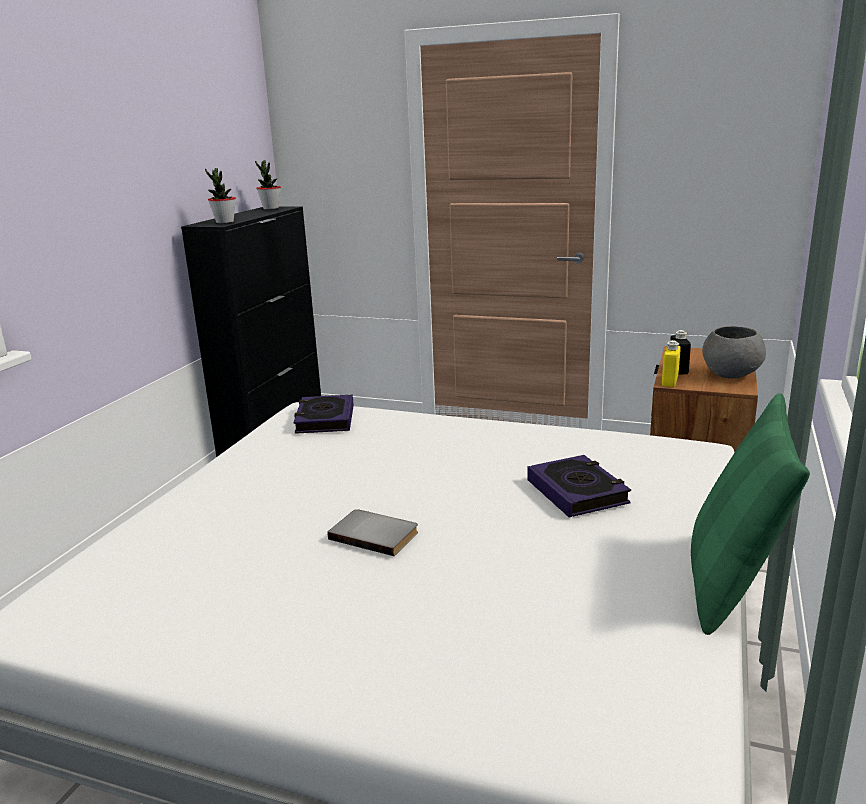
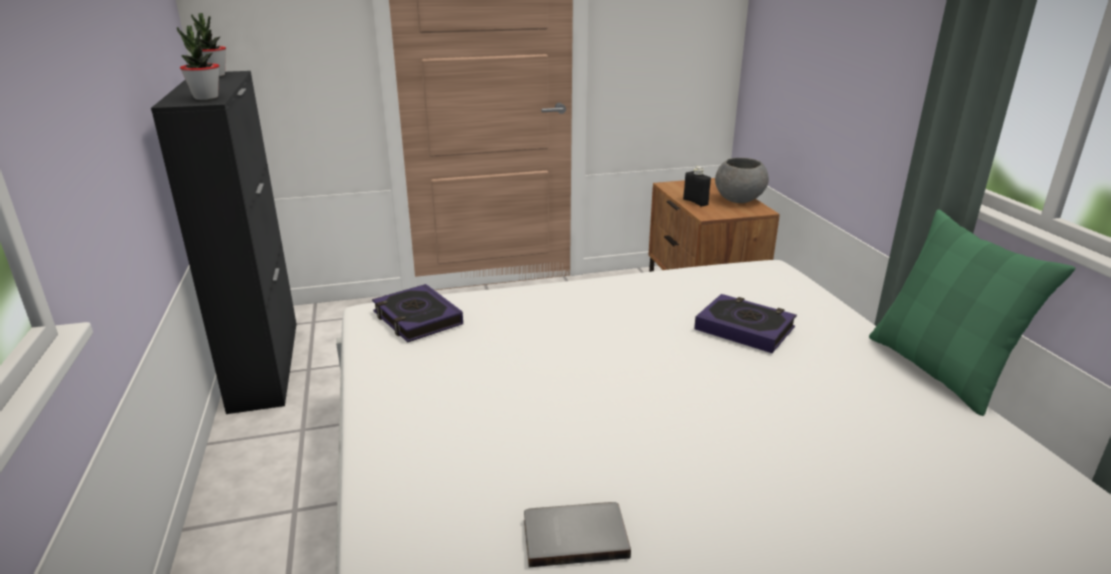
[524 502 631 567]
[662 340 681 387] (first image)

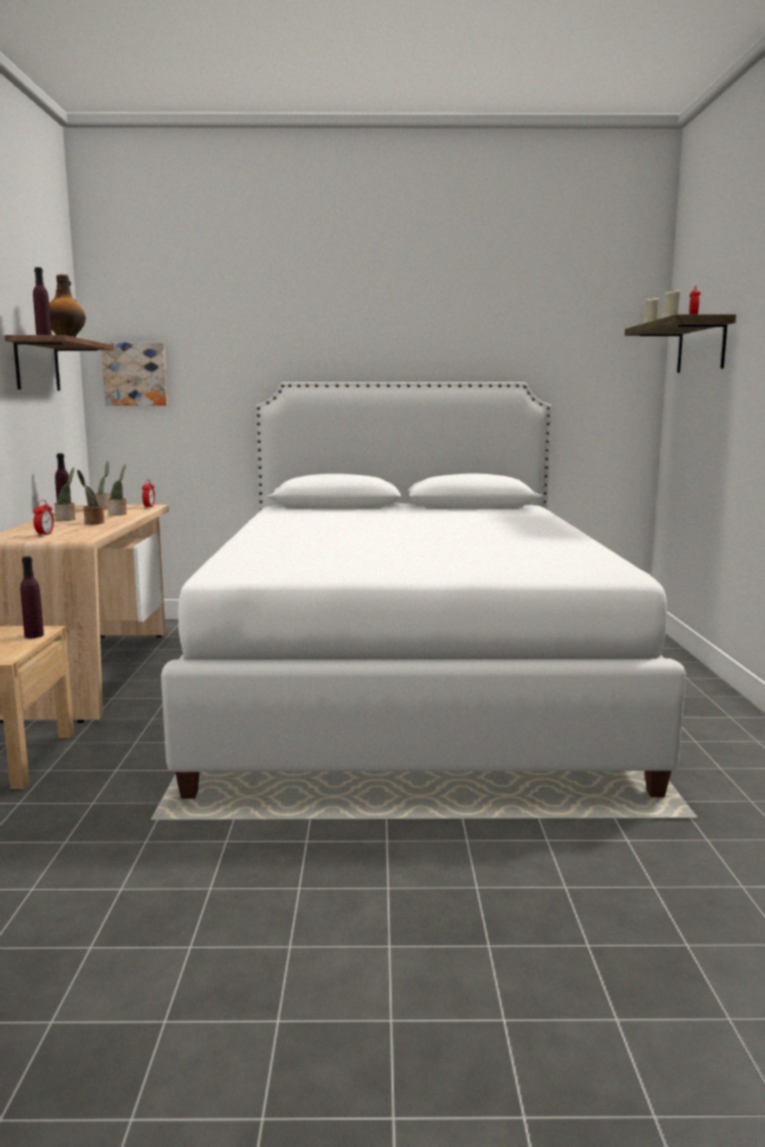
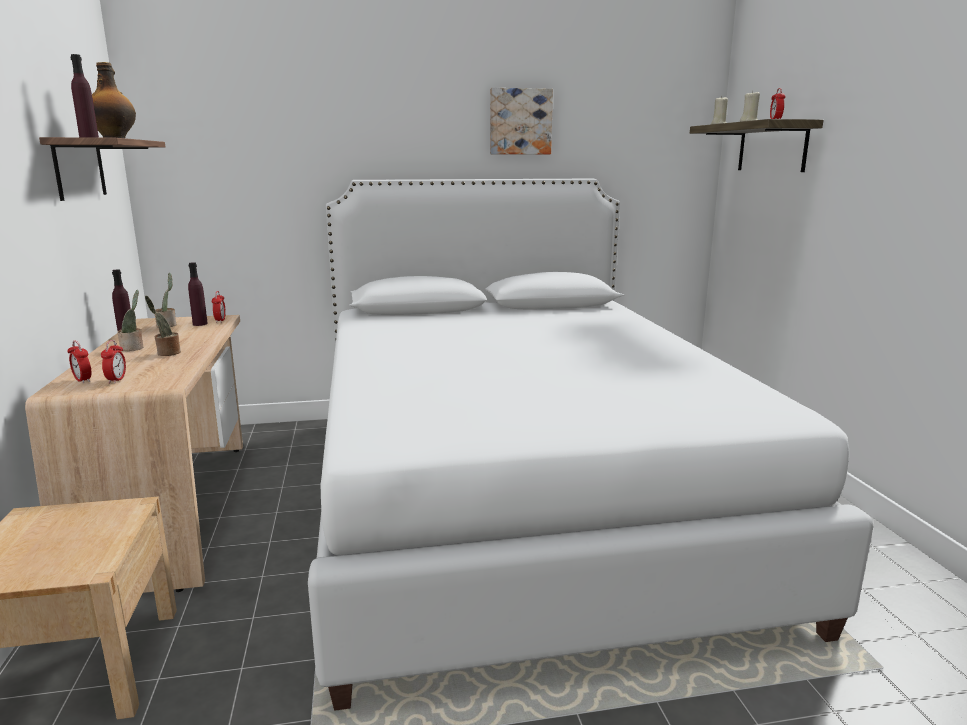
[67 341 92 384]
[188 262 208 326]
[490 88 553 154]
[107 465 127 516] (first image)

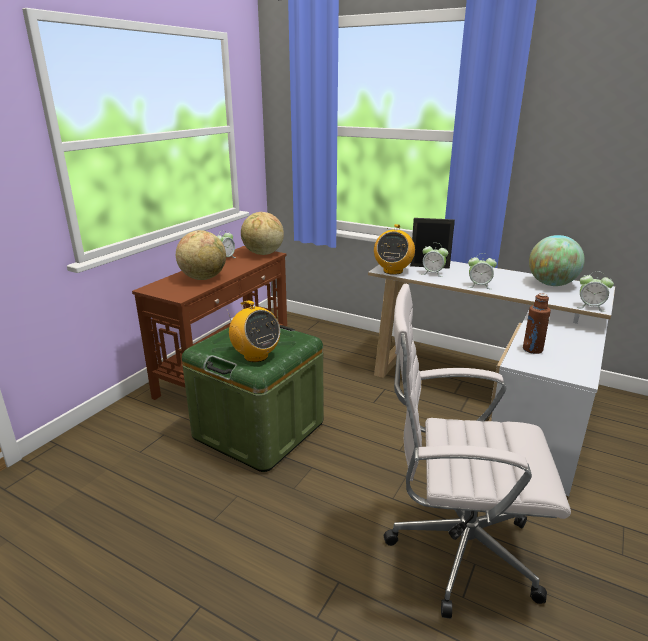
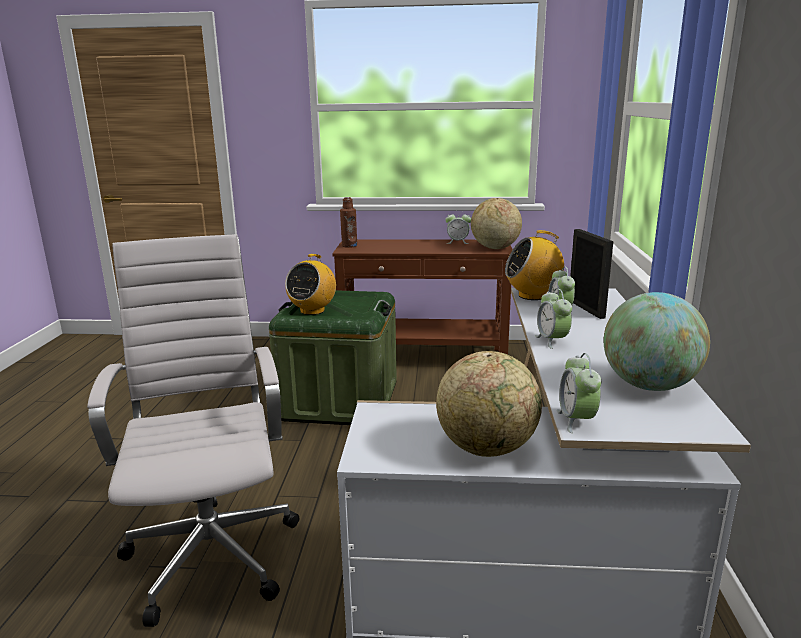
[340 197 357 248]
[436 351 542 457]

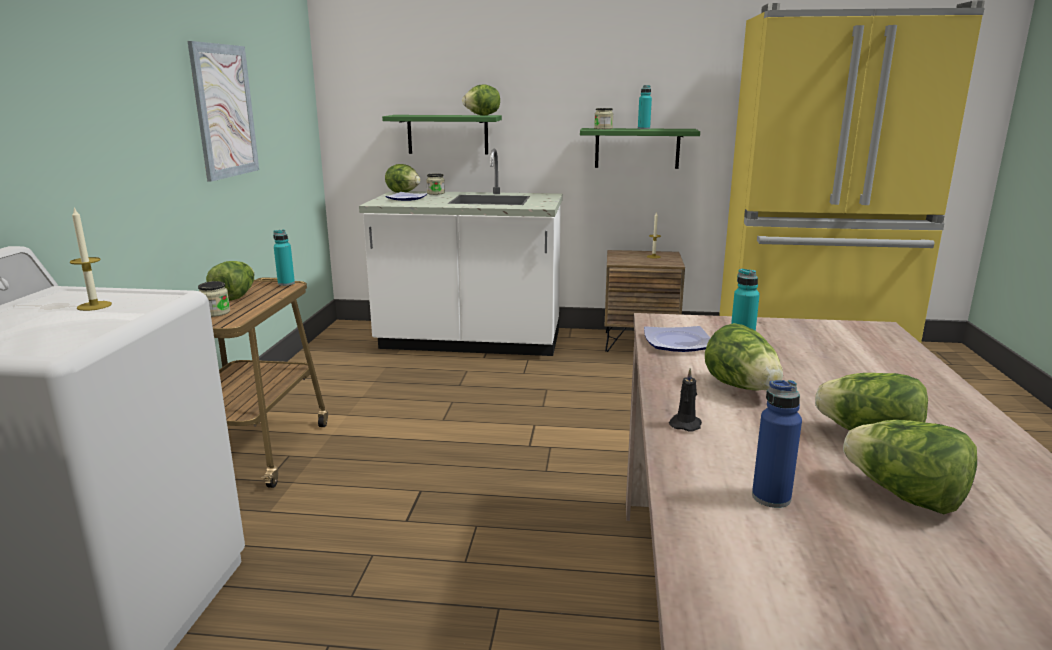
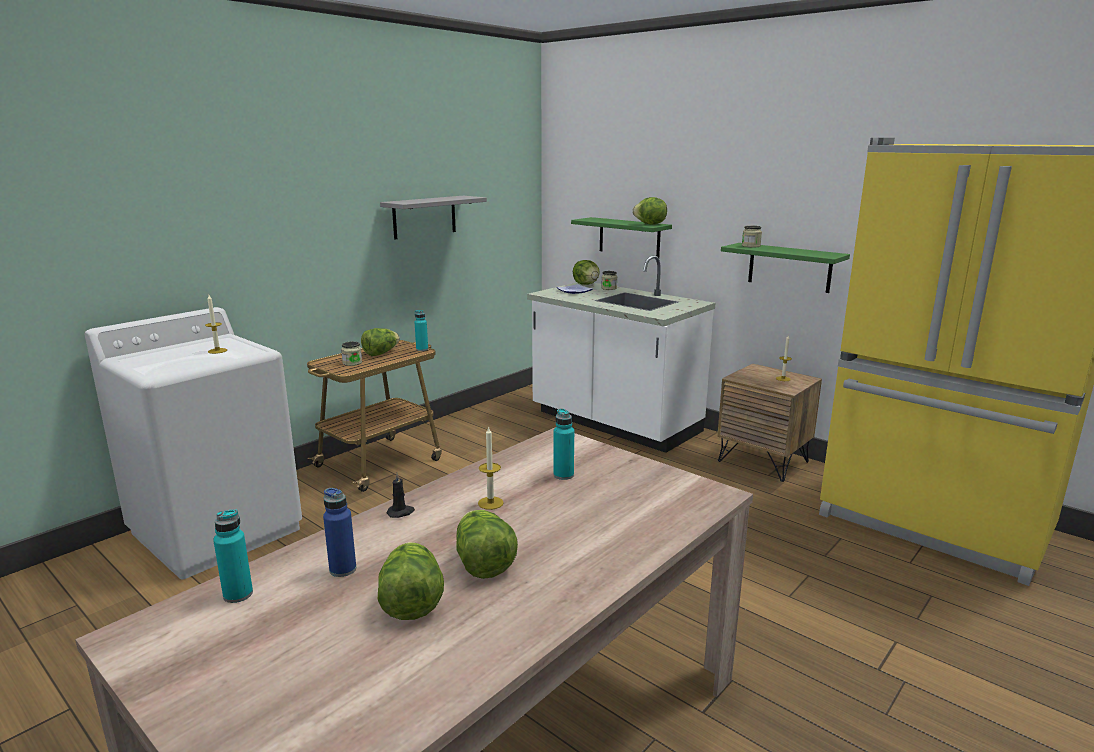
[213 509 253 603]
[380 196 487 240]
[478 426 504 510]
[644 326 710 352] (first image)

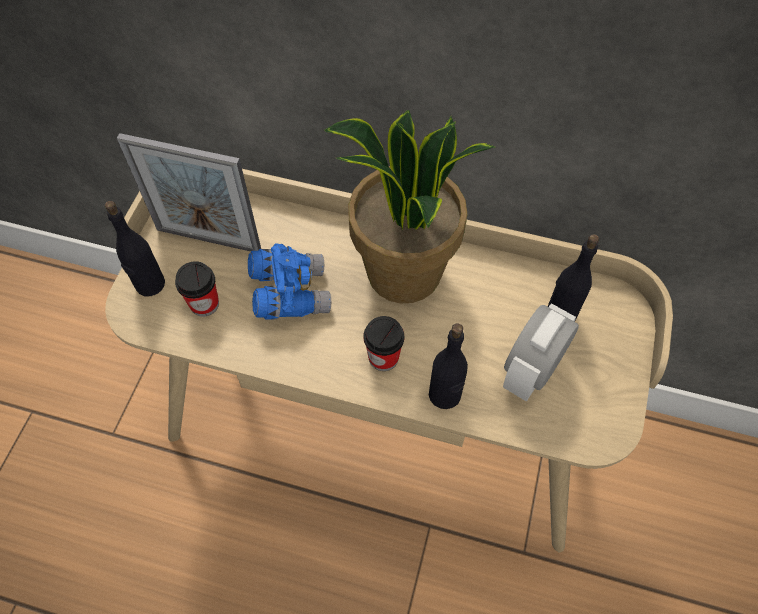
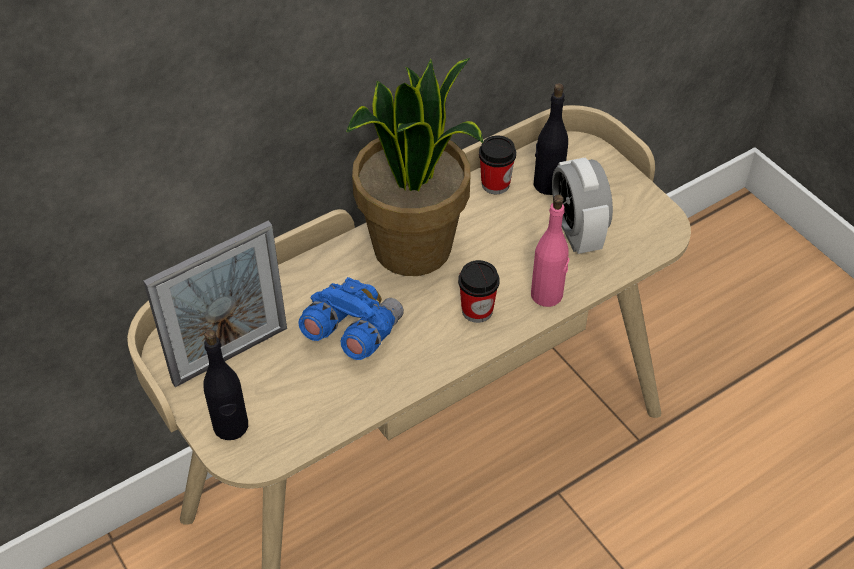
[479 135 516 194]
[531 195 569 307]

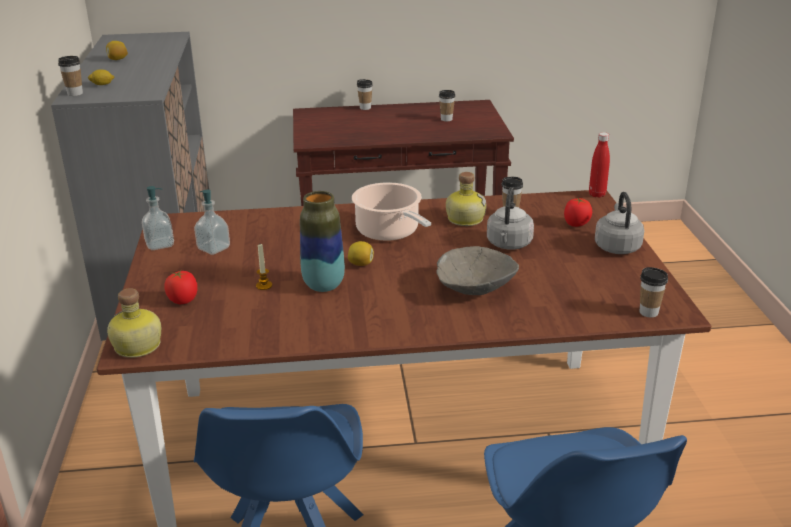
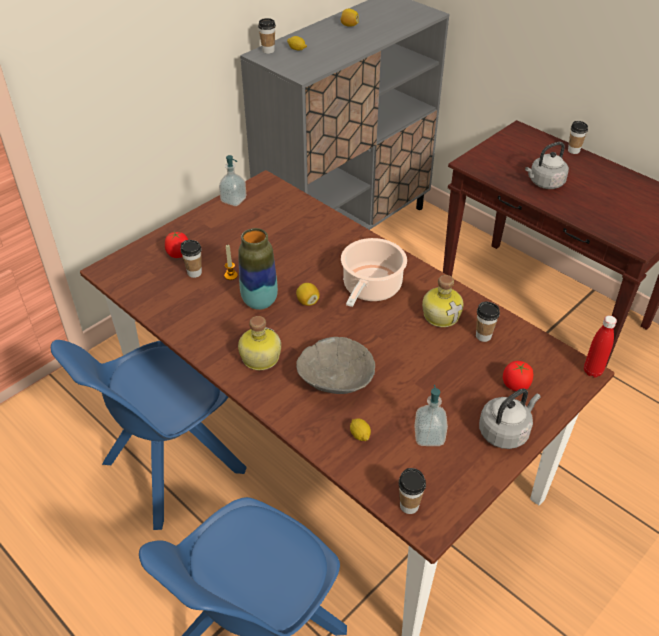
[180 240 202 278]
[238 316 281 370]
[350 418 371 441]
[414 385 448 446]
[525 142 569 189]

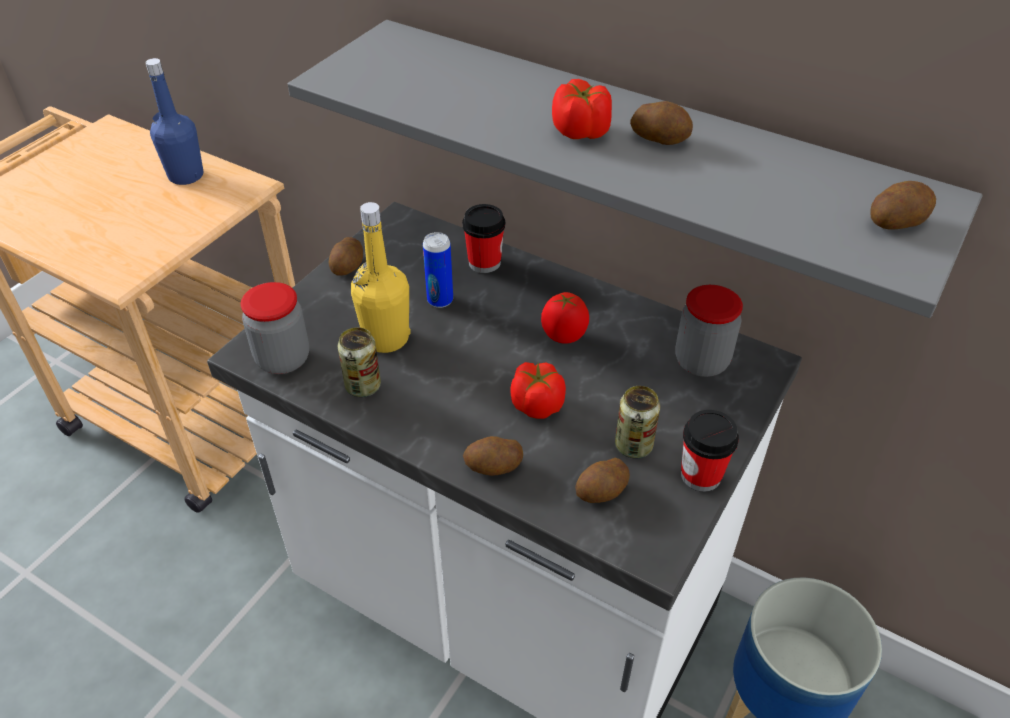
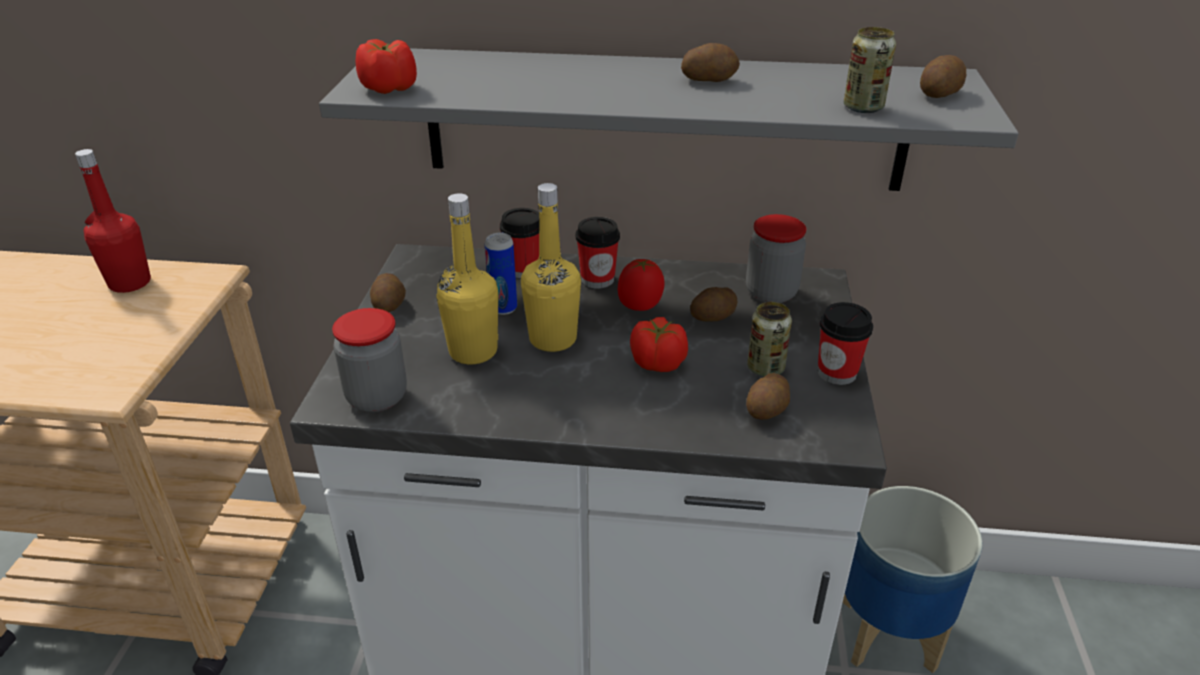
[75 149 151 293]
[355 39 417 94]
[521 183 581 352]
[576 217 620 289]
[690 287 738 321]
[844 27 896 113]

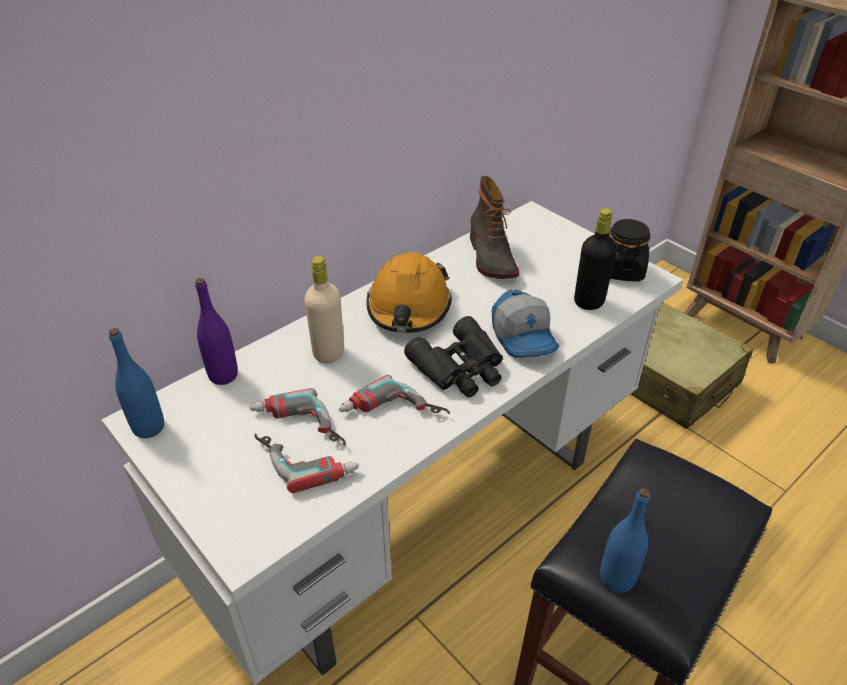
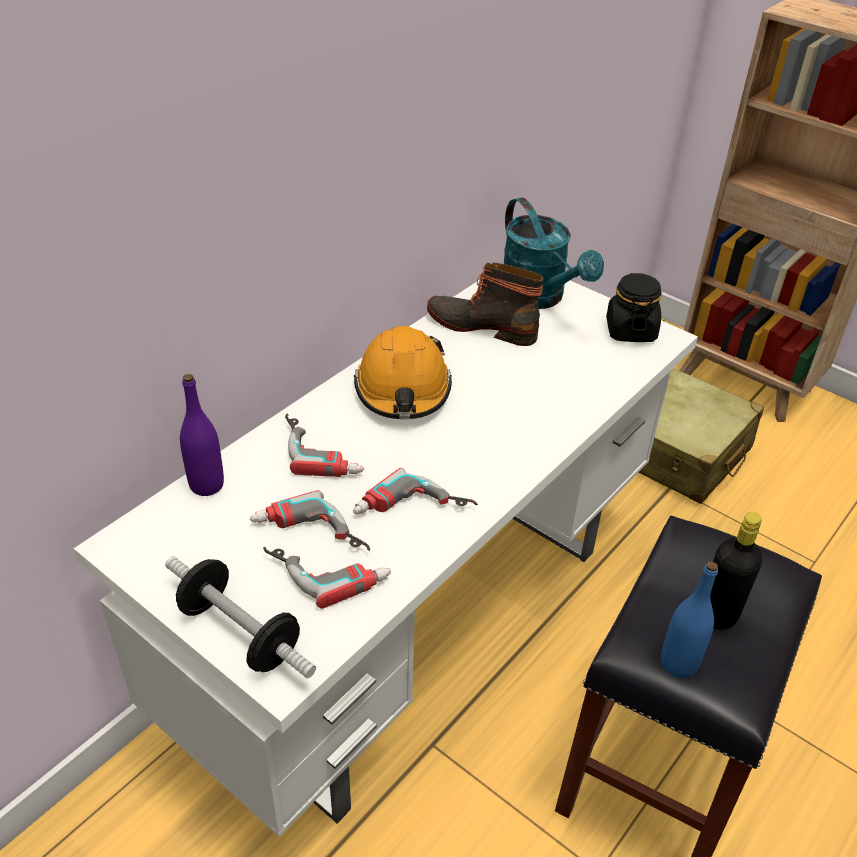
[165 556 316 678]
[285 413 364 477]
[427 263 544 346]
[504 197 604 309]
[710 512 762 630]
[109 328 164 438] (first image)
[404 316 503 397] (first image)
[492 289 559 358] (first image)

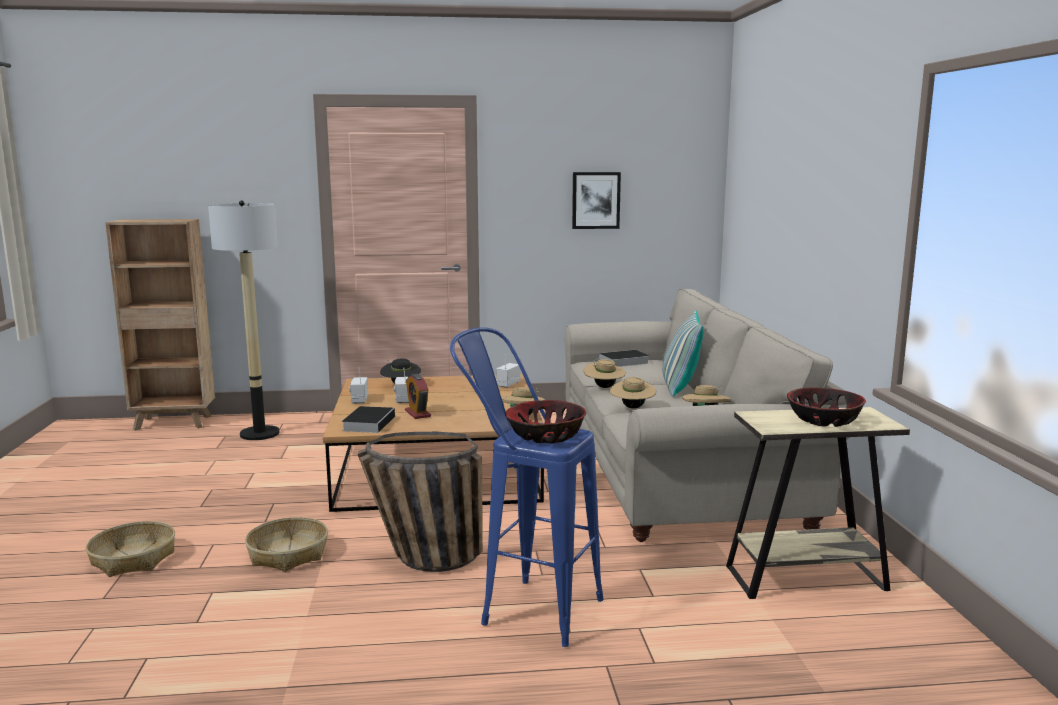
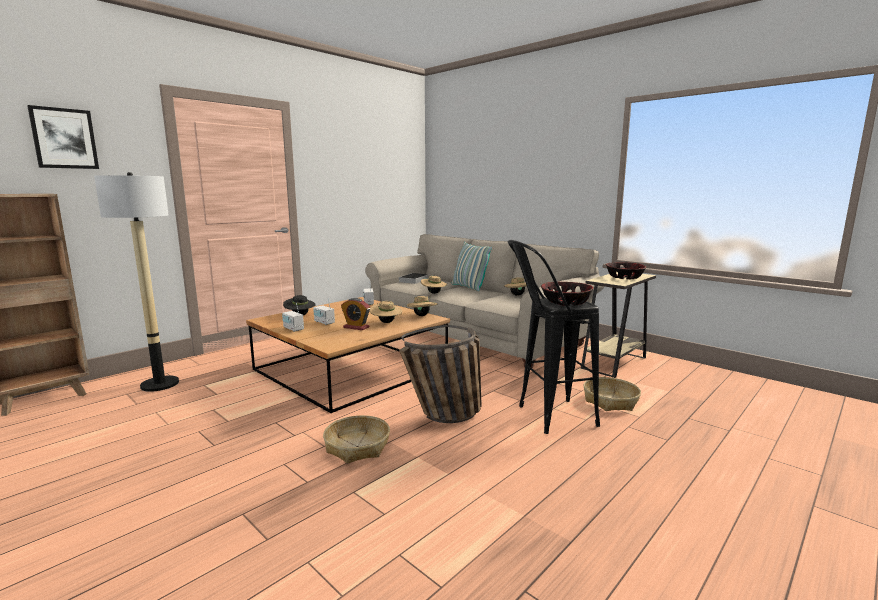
[27 105 99 169]
[370 301 402 323]
[508 240 600 434]
[584 377 641 411]
[342 406 395 433] (first image)

